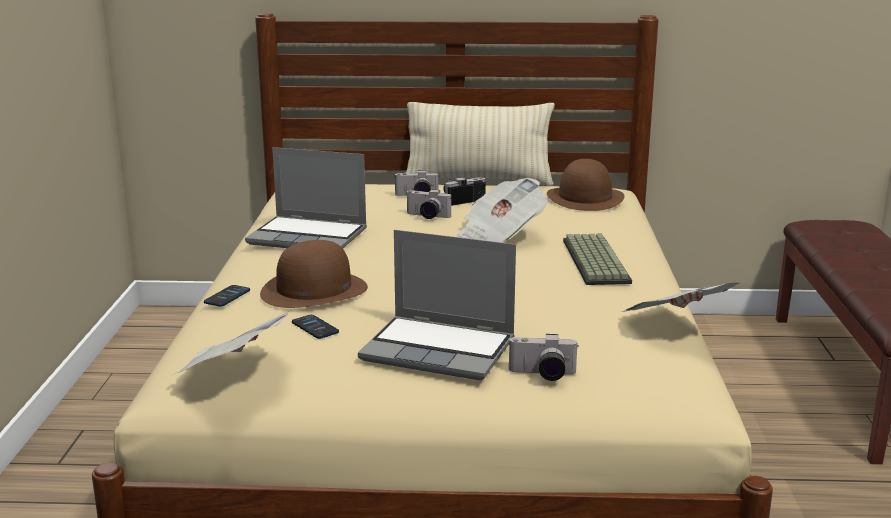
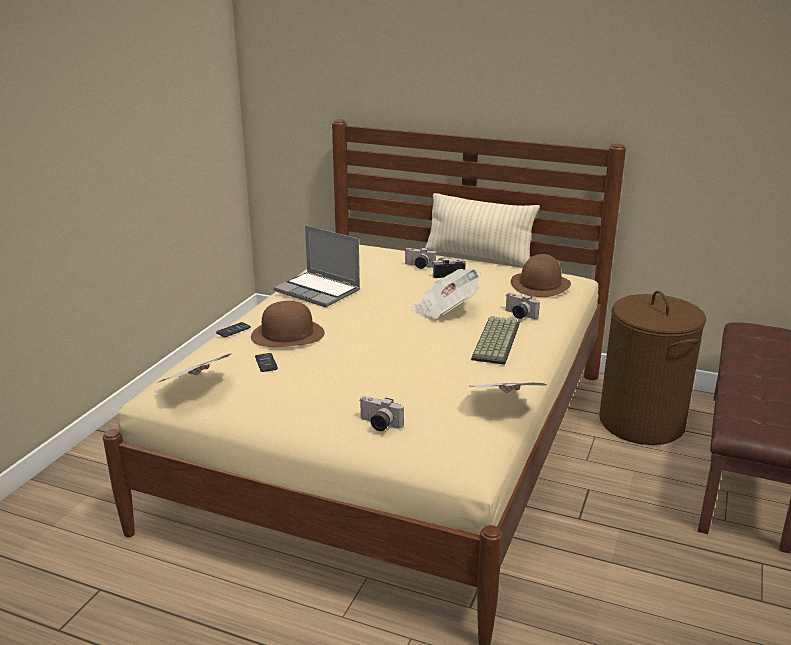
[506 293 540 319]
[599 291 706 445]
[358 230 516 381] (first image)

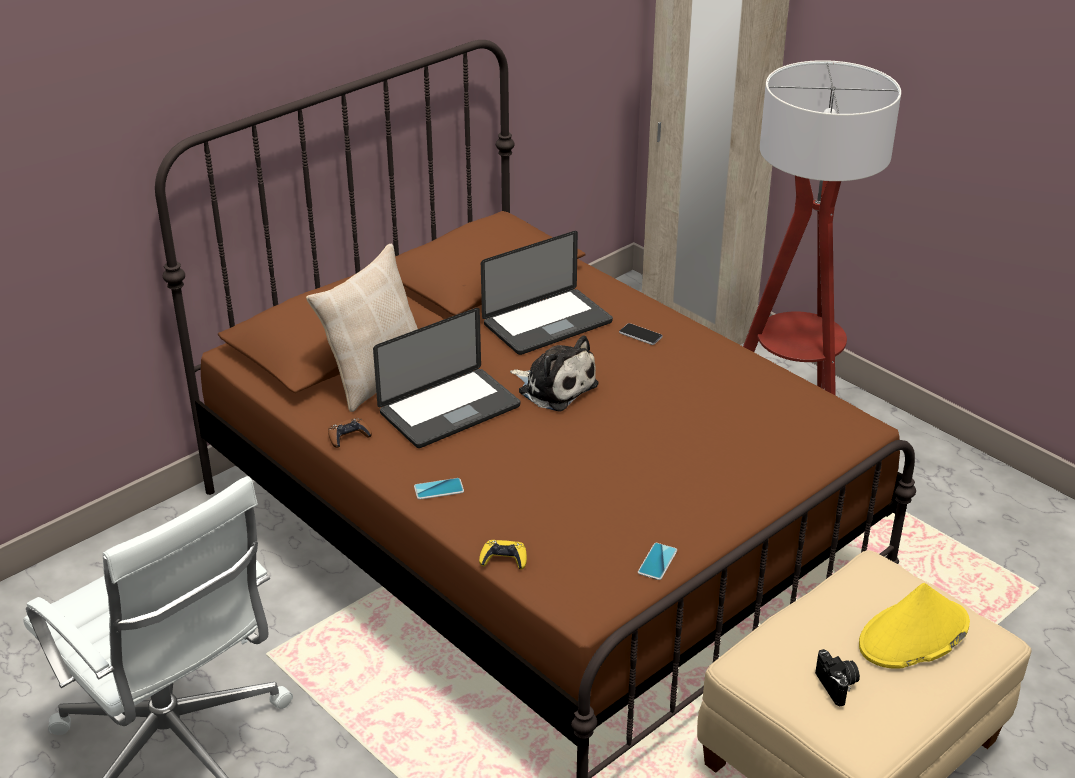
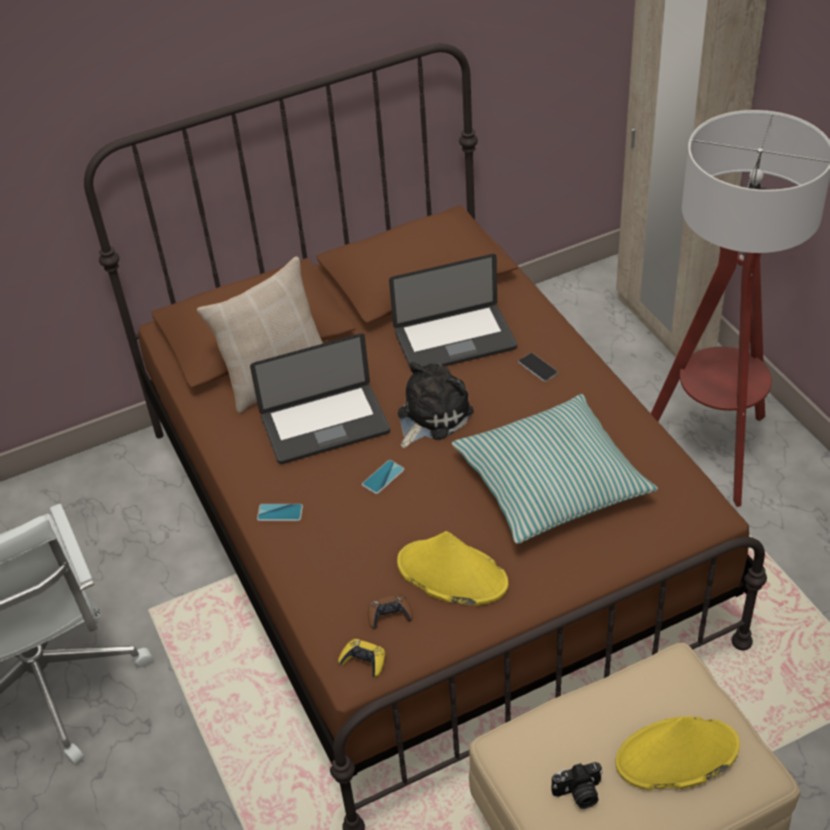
[338 639 385 677]
[362 460 405 494]
[368 595 413 629]
[397 531 509 606]
[398 362 474 448]
[452 394 658 544]
[551 762 603 809]

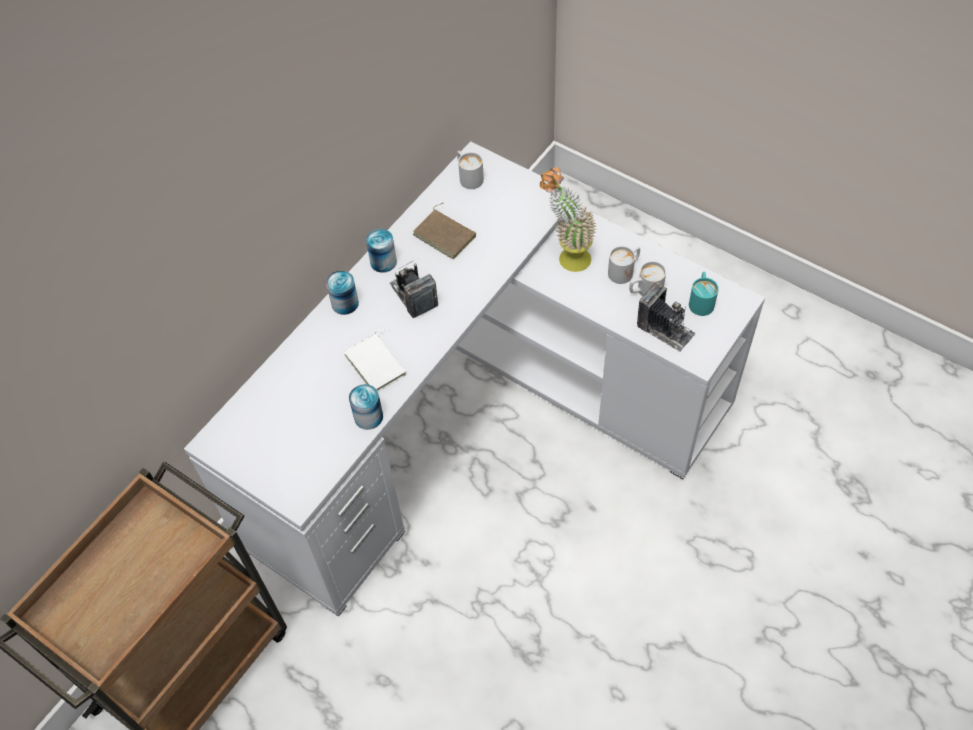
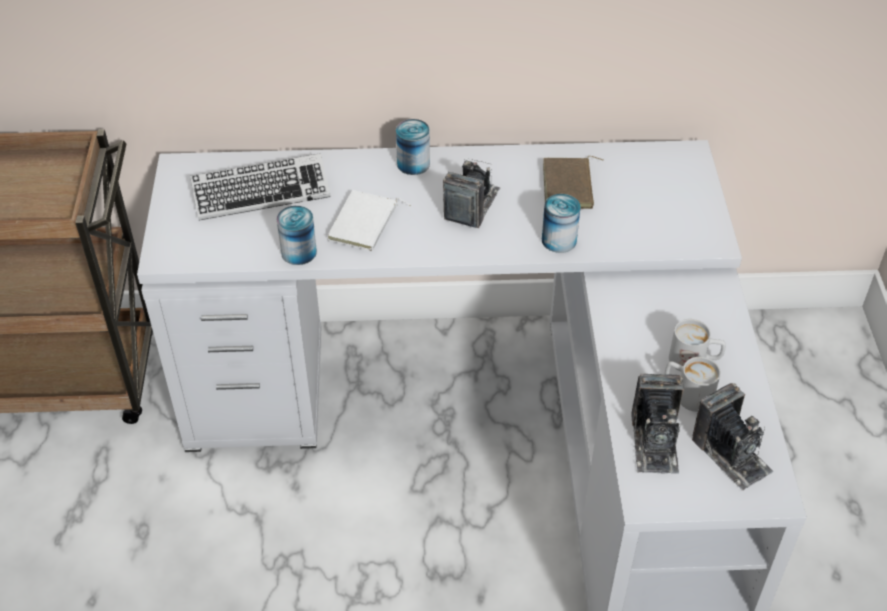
[190 153 331 221]
[542 194 581 253]
[692 383 773 491]
[457 151 484 189] (first image)
[540 167 596 272] (first image)

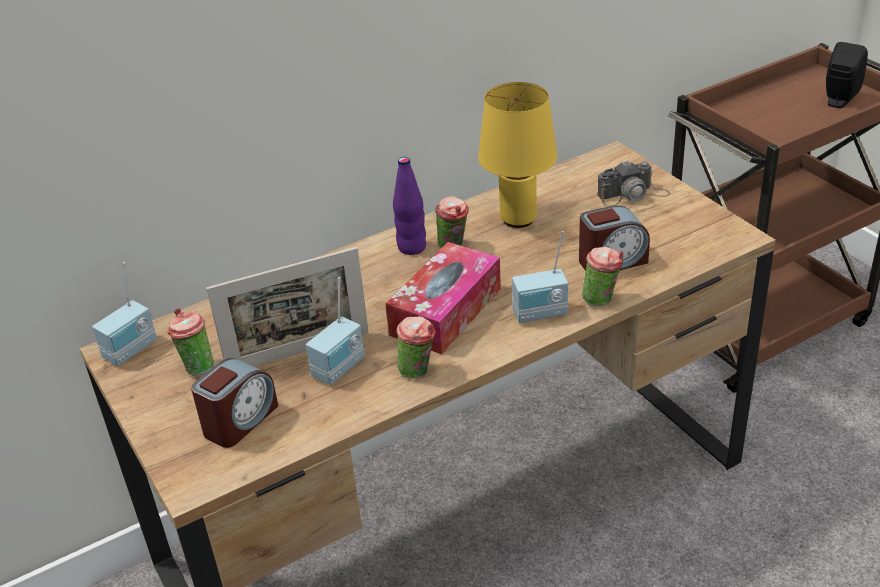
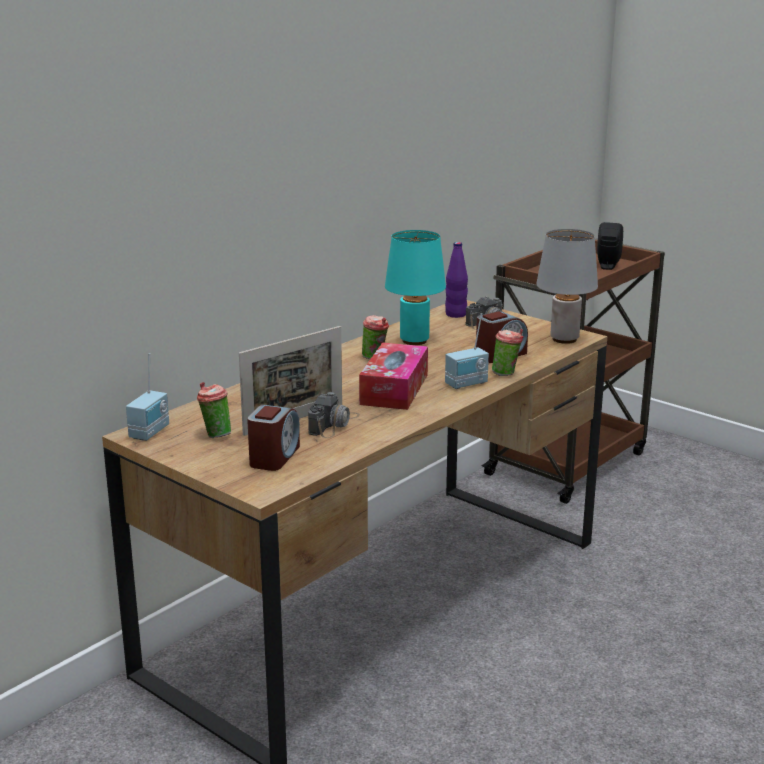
[308 392 360 438]
[385 230 446 345]
[445 242 468 318]
[536 229 598 344]
[397 316 436 379] (first image)

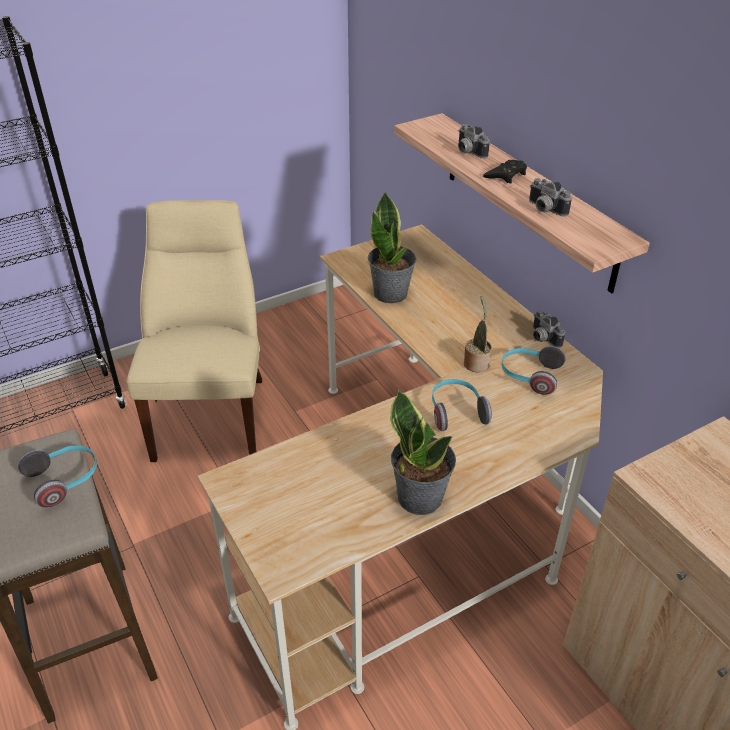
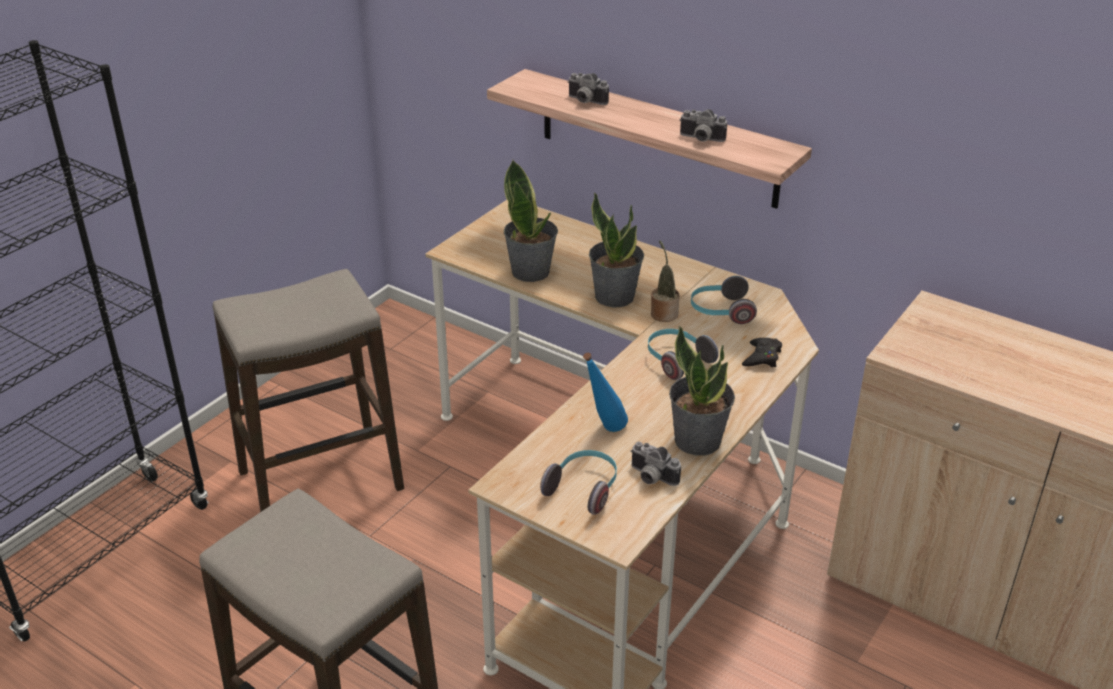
[213 269 404 512]
[540 450 617 515]
[583 353 628 432]
[589 192 644 308]
[630 442 681 486]
[742 338 782 367]

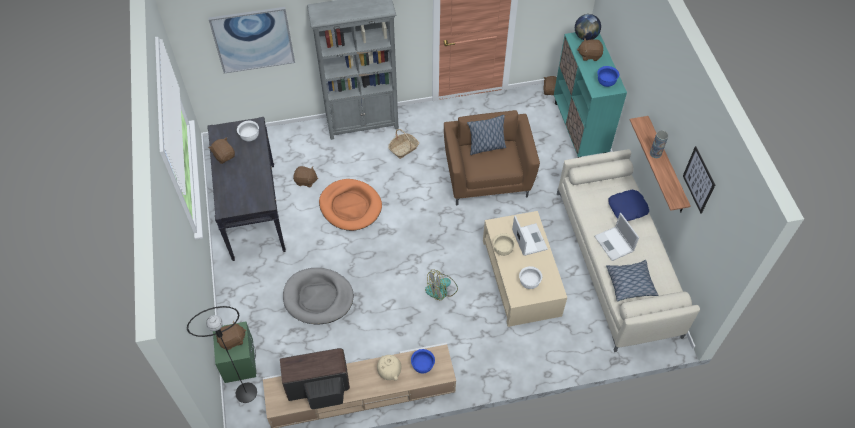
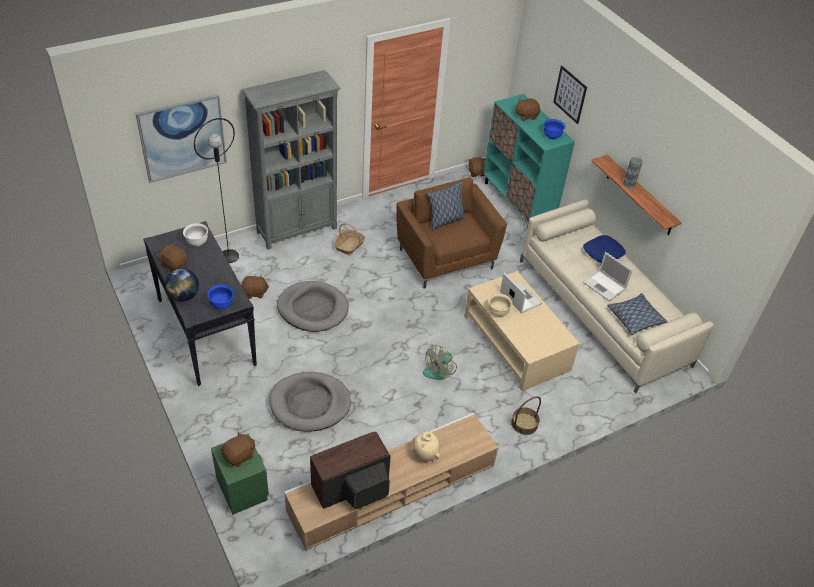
[165 268 199 302]
[194 118 239 263]
[207 285 234 309]
[277 281 349 332]
[511 396 541 435]
[553 66 587 124]
[519 266 542 289] (first image)

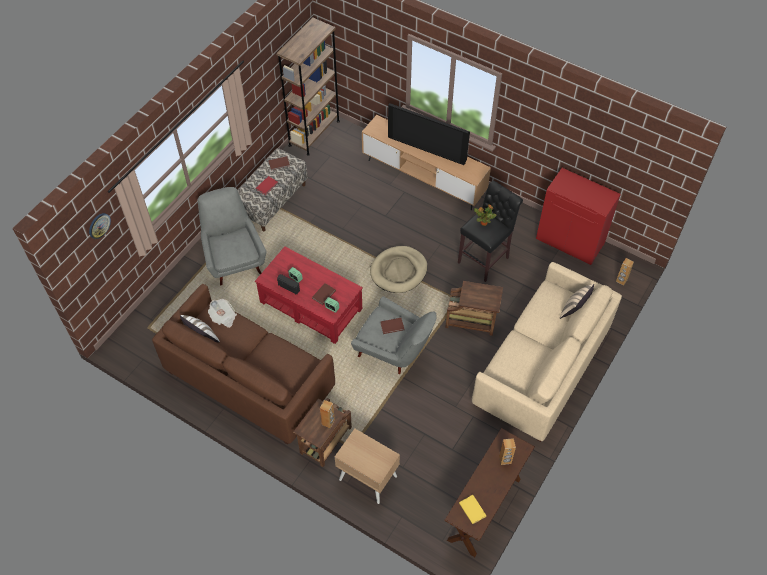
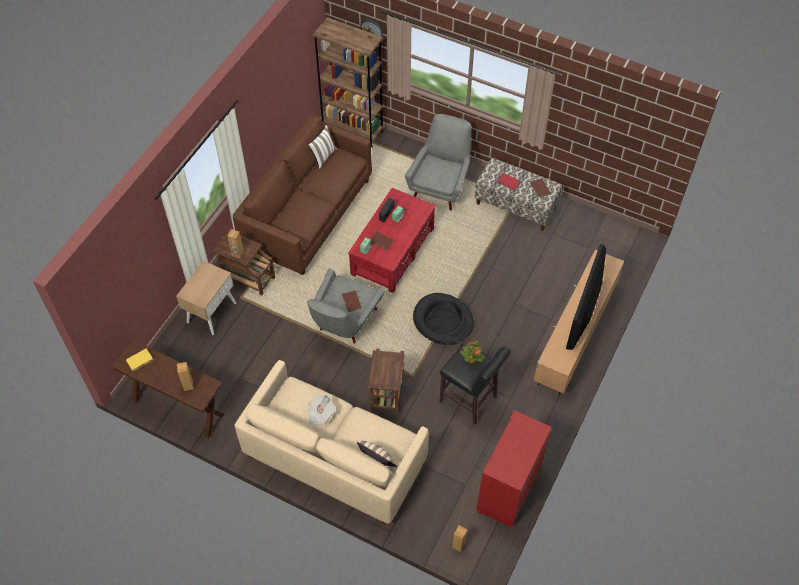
[307 395 335 427]
[312 17 383 148]
[405 114 471 211]
[413 293 474 345]

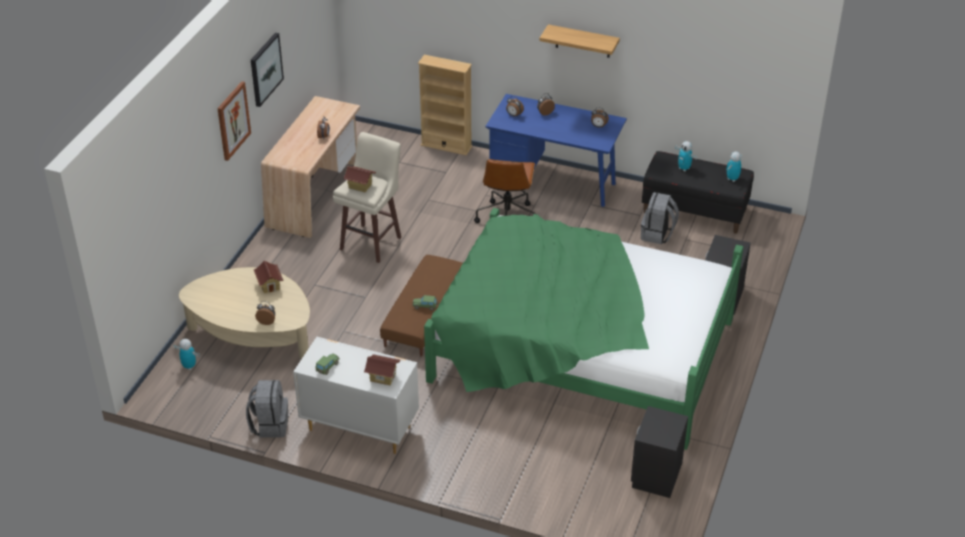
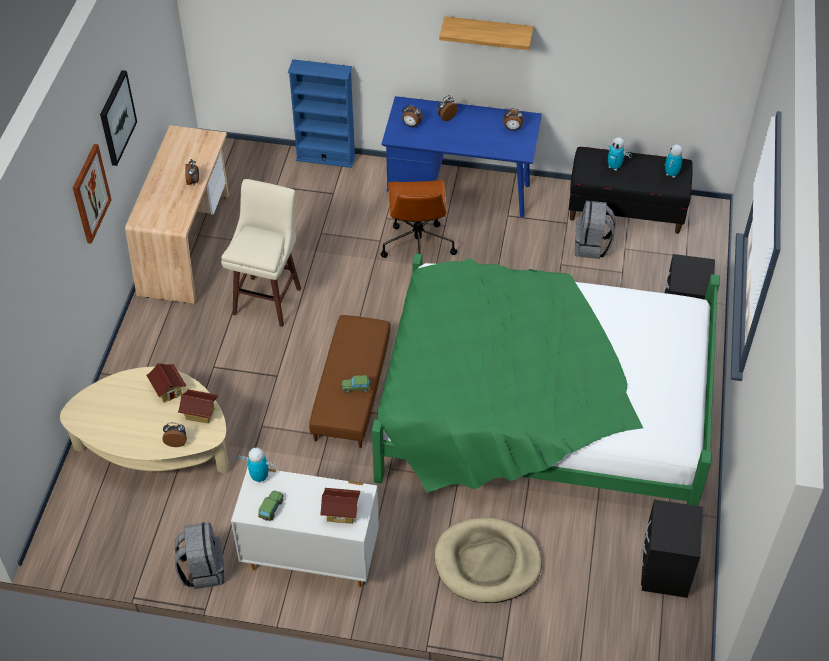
[178 389 218 424]
[238 447 277 483]
[288 59 356 168]
[434 518 542 603]

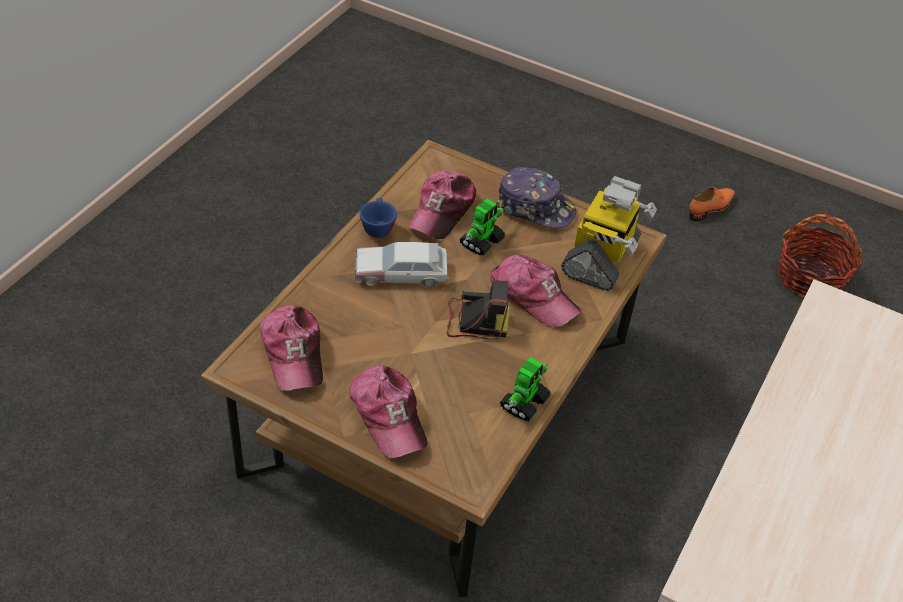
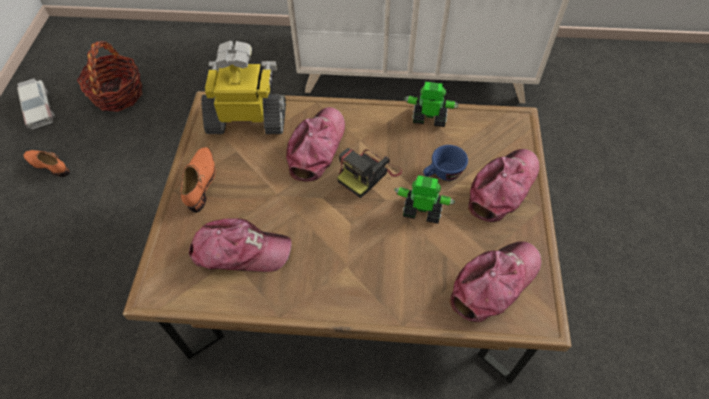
[17 79 55 129]
[181 147 216 213]
[337 148 402 198]
[394 175 455 224]
[423 145 468 181]

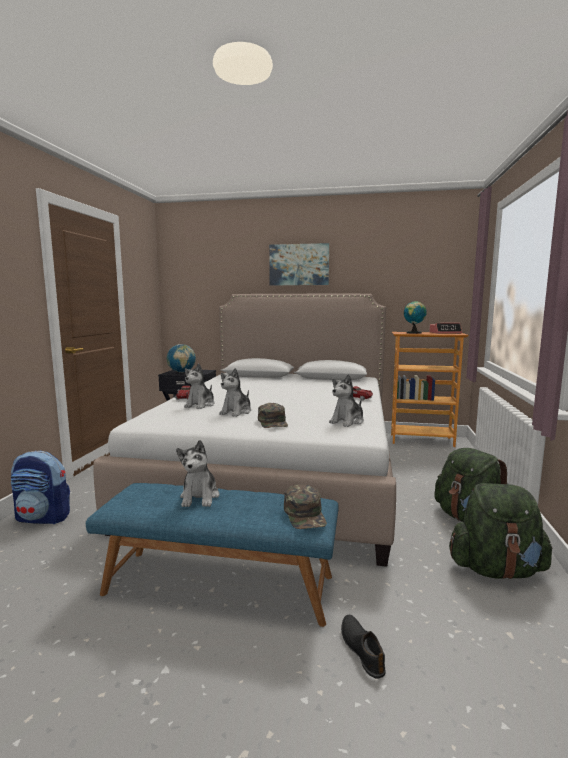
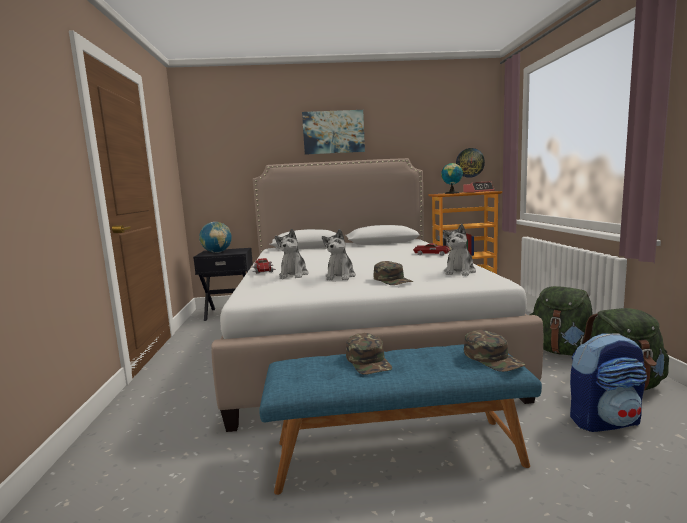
[346 333 392 375]
[456 148 485 178]
[570 333 647 432]
[341 615 386 679] (first image)

